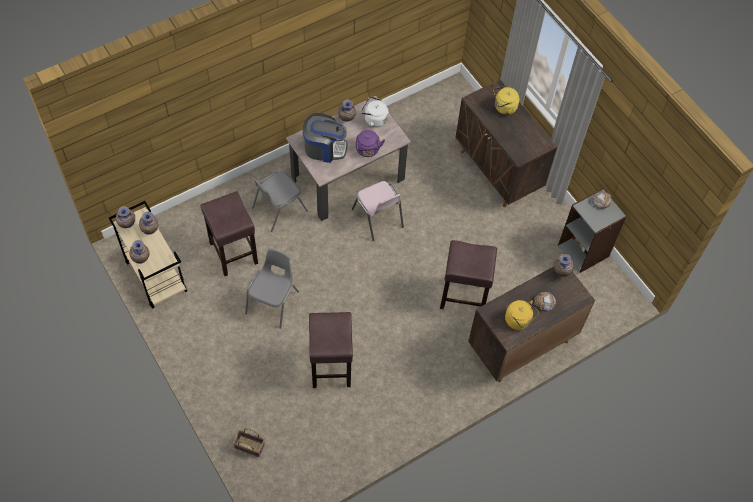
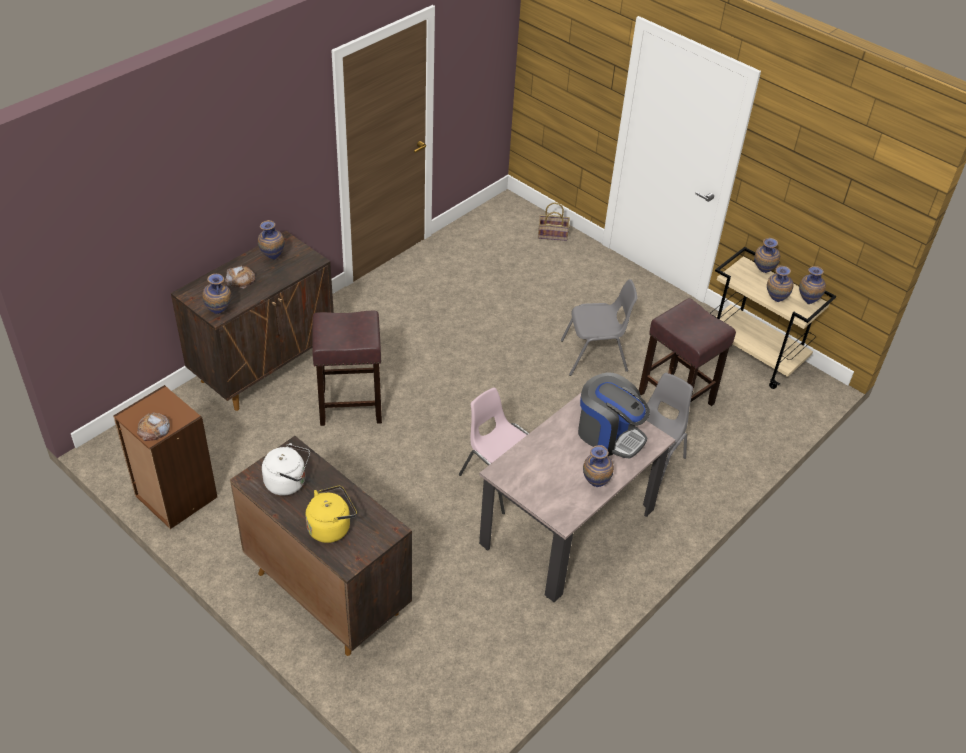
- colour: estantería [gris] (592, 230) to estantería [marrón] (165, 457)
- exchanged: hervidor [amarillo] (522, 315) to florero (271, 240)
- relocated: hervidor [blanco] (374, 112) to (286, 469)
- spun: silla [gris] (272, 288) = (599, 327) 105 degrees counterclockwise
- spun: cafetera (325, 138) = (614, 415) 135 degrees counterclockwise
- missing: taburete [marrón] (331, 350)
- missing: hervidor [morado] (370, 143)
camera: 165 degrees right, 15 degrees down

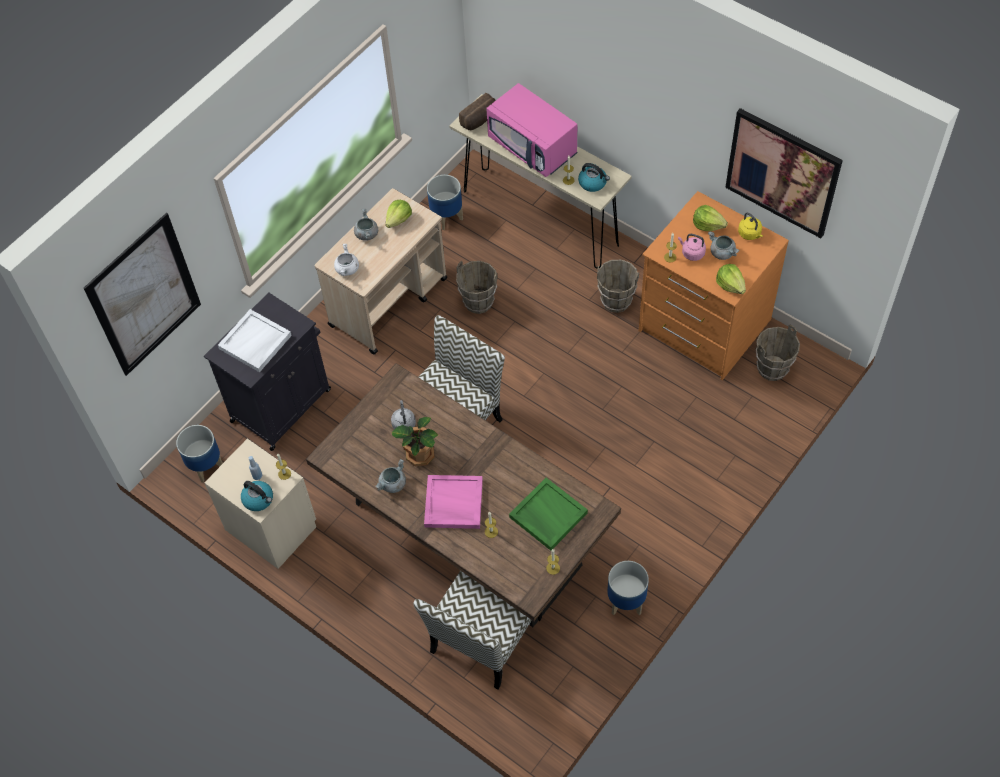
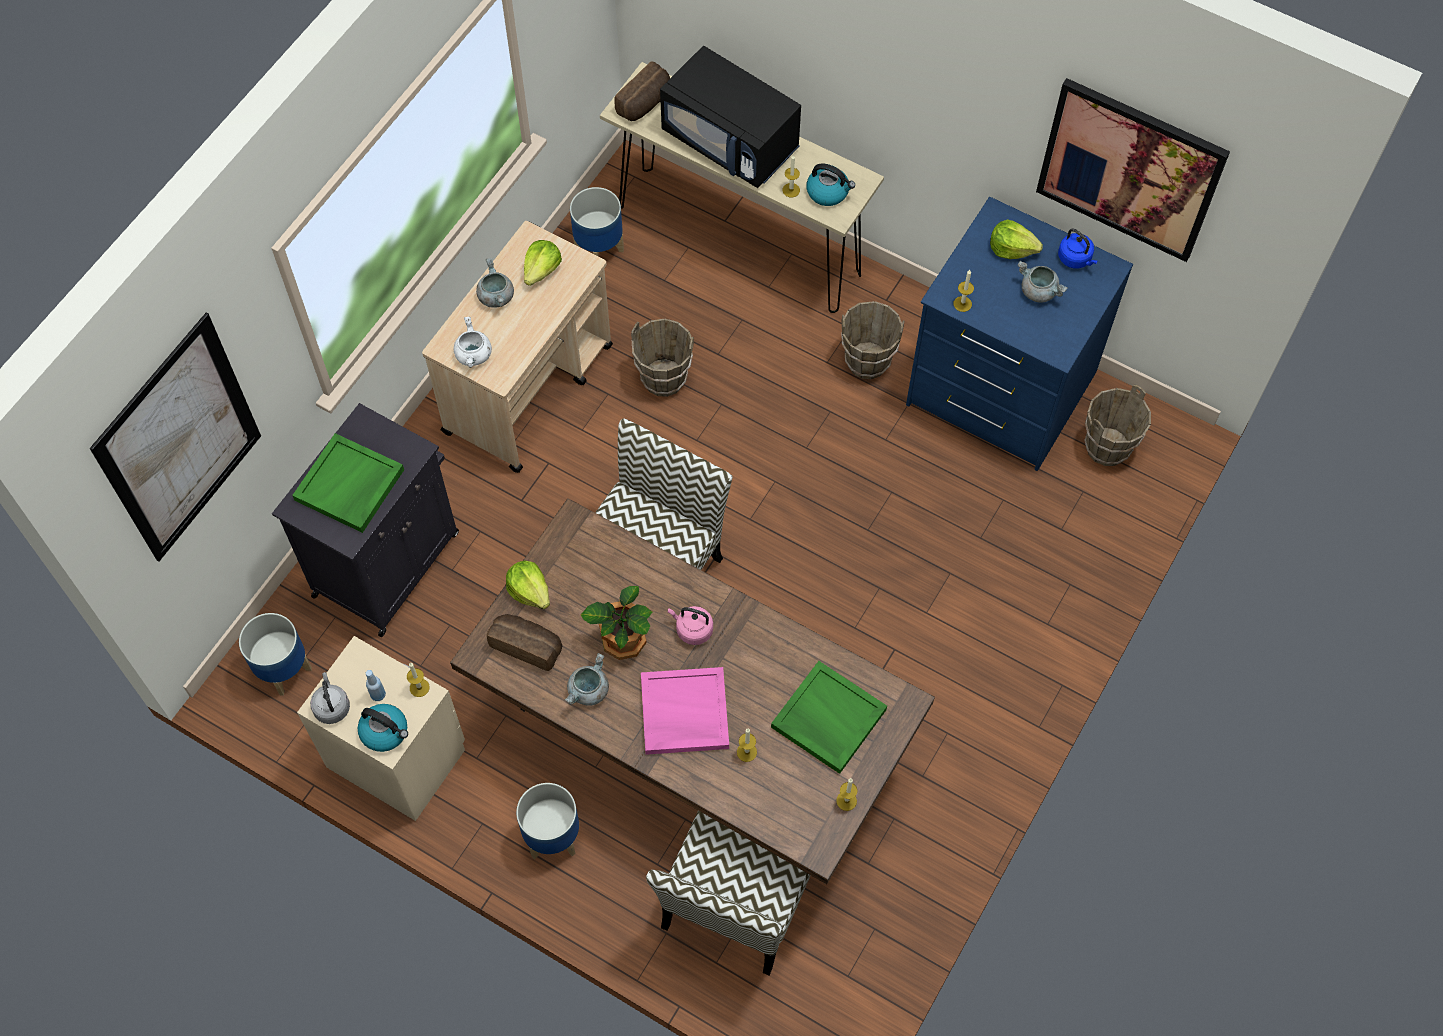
- colour: bandeja [blanco] (255, 340) to bandeja [verde] (348, 483)
- relocated: hervidor [gris] (403, 415) to (330, 698)
- appeared: pan (524, 642)
- relocated: lechuga (731, 279) to (528, 585)
- relocated: maceta (628, 588) to (547, 821)
- colour: microondas [rosa] (531, 130) to microondas [negro] (730, 117)
- relocated: hervidor [rosa] (692, 247) to (690, 625)
- colour: cómoda [naranja] (714, 285) to cómoda [azul] (1019, 334)
- colour: hervidor [amarillo] (750, 226) to hervidor [azul] (1078, 248)
camera: 10 degrees left, 5 degrees up

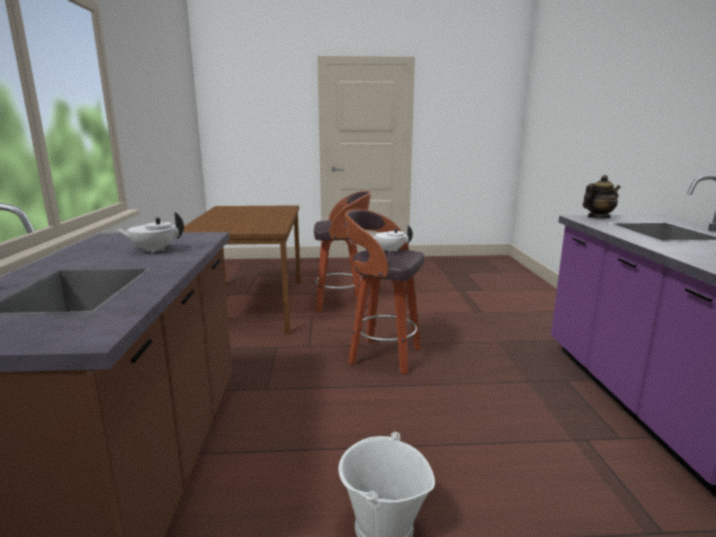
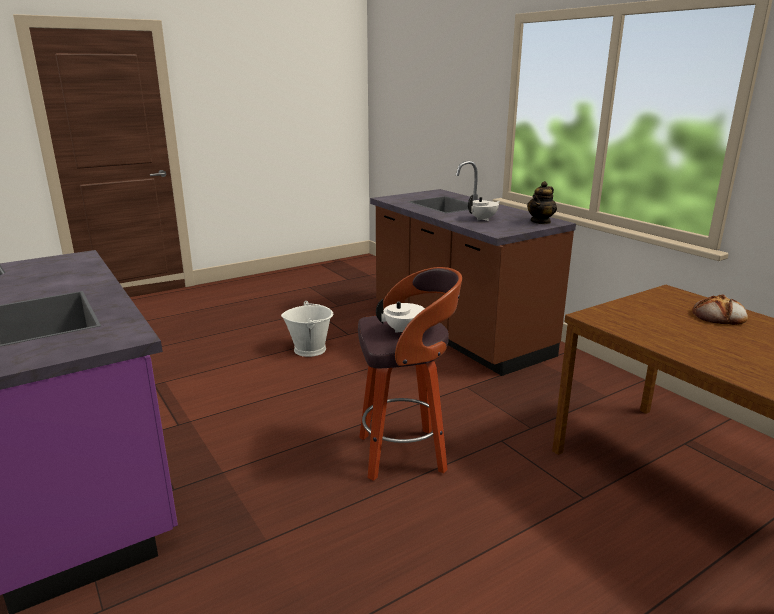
- relocated: tetera (602, 196) to (542, 202)
- appeared: pan (720, 309)
- missing: taburete (342, 251)
camera: 150 degrees right, 5 degrees up

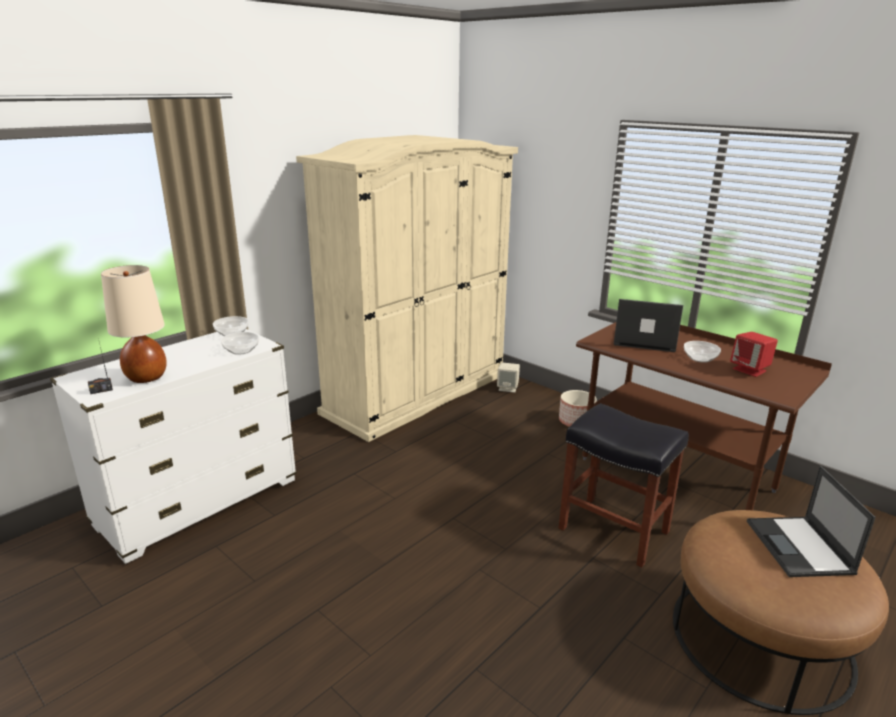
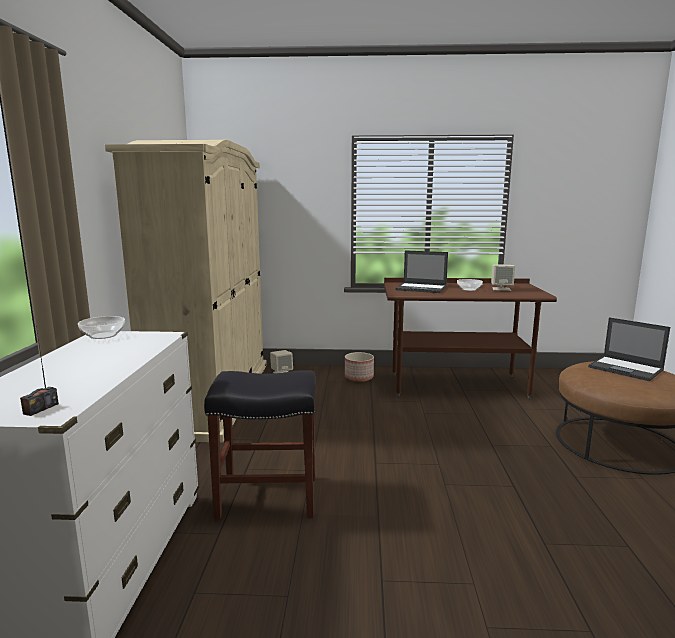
- relocated: taburete [negro] (624, 485) to (260, 445)
- spun: portátil (648, 325) = (421, 271) 135 degrees counterclockwise
- colour: altavoz [rojo] (754, 354) to altavoz [beis] (503, 277)
- missing: lámpara de mesa [beis] (134, 324)
- missing: cuenco (240, 343)
camera: 40 degrees left, 10 degrees down

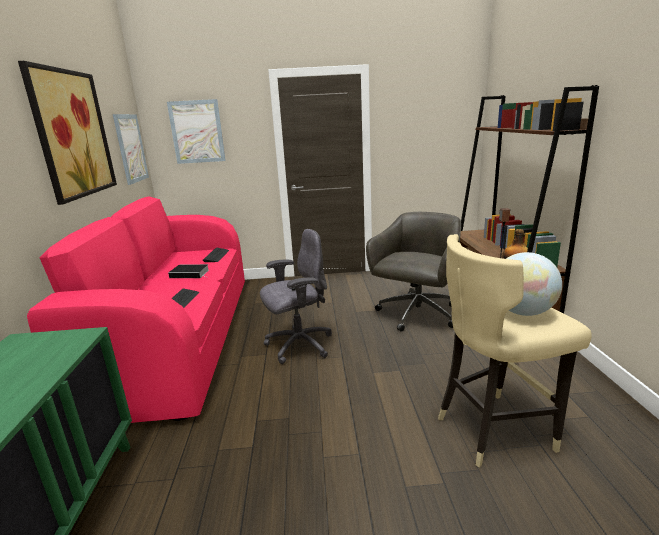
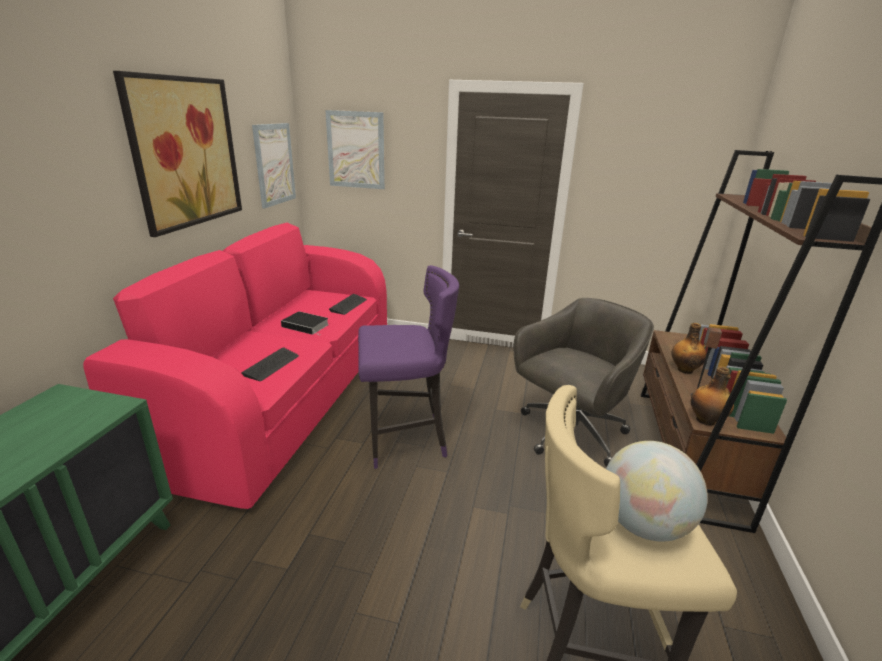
- exchanged: silla de oficina [gris] (296, 296) to taburete [morado] (408, 367)
- appeared: botella (688, 348)
camera: 15 degrees right, 5 degrees up

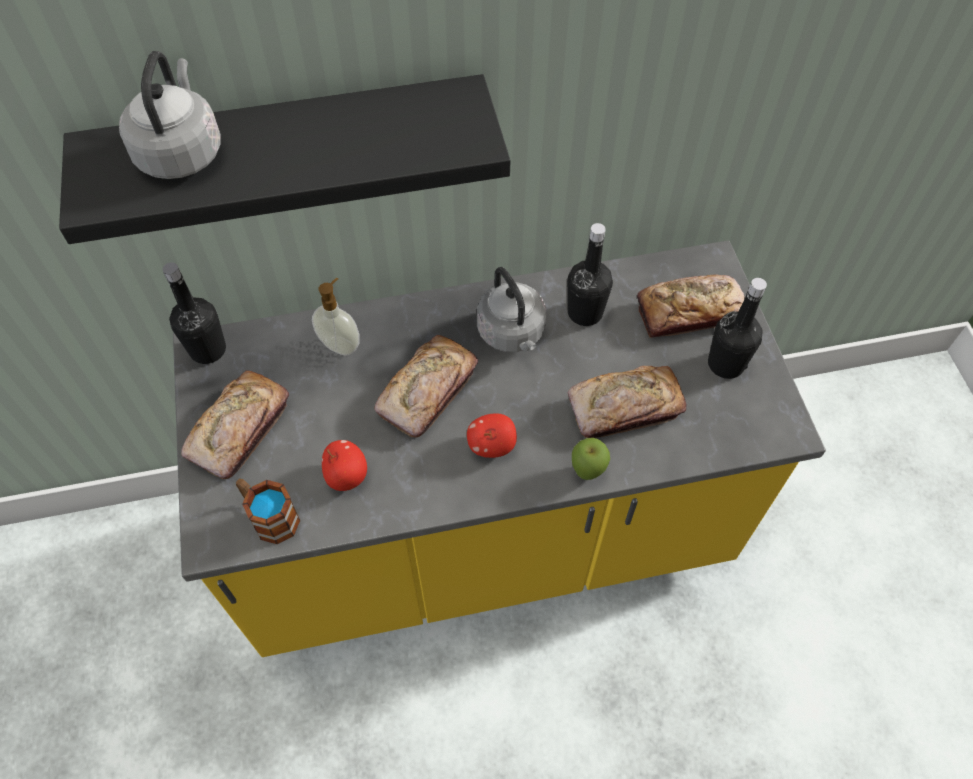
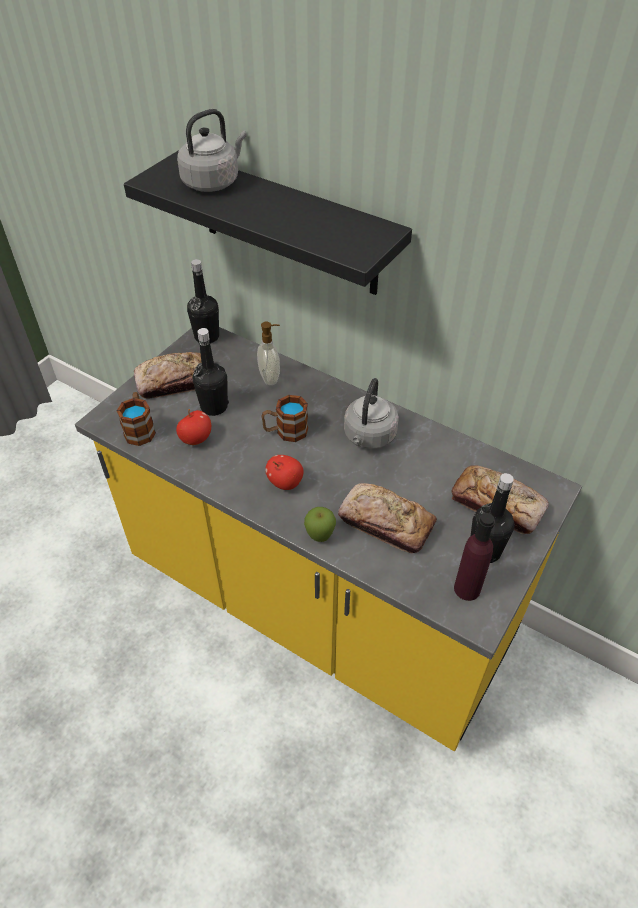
- relocated: botella [negro] (590, 274) to (210, 372)
- exchanged: pan (426, 386) to taza grande (284, 418)
- appeared: botella [morado] (474, 557)
camera: 45 degrees right, 10 degrees down

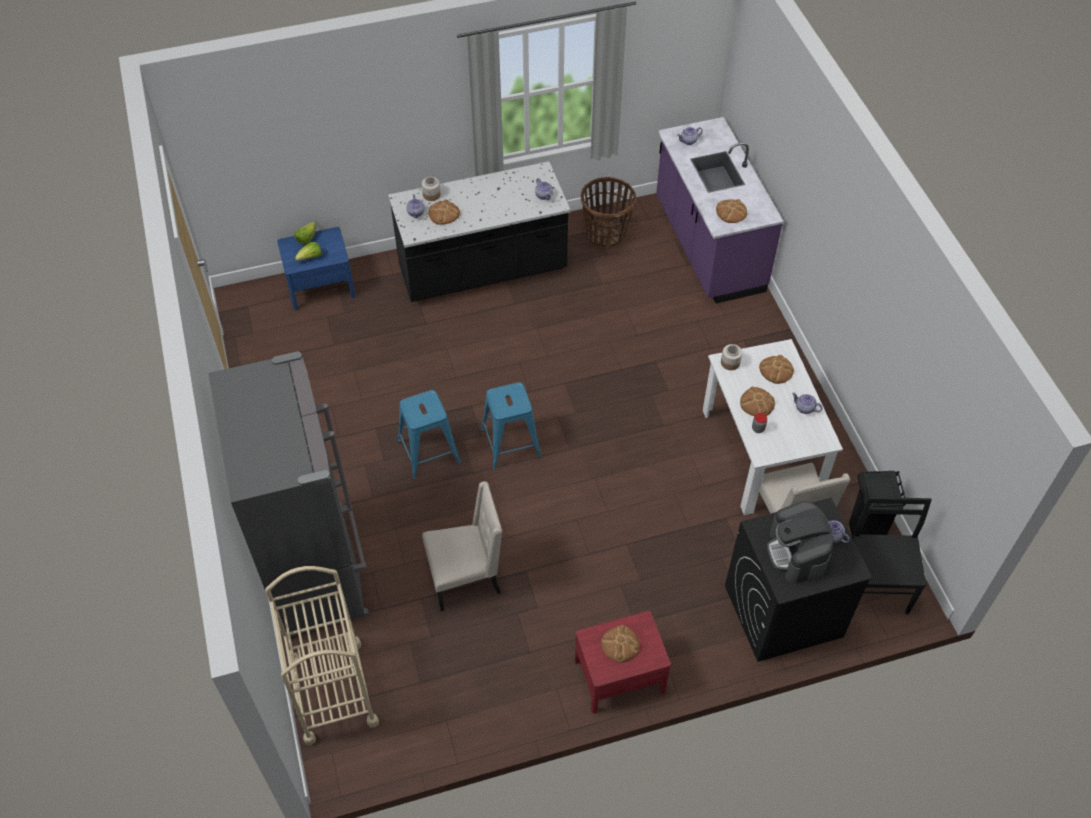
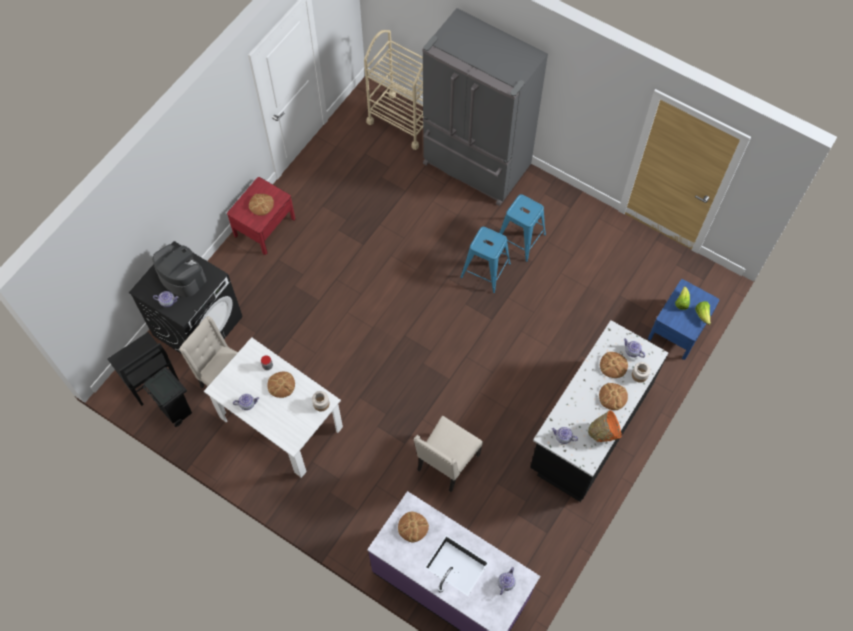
- relocated: silla [beis] (462, 546) to (448, 454)
- relocated: taburete [azul] (511, 425) to (522, 228)
- appeared: cuenco [naranja] (605, 426)
- relocated: pan (776, 369) to (613, 396)
- missing: cesta (608, 212)
camera: 140 degrees right, 10 degrees up

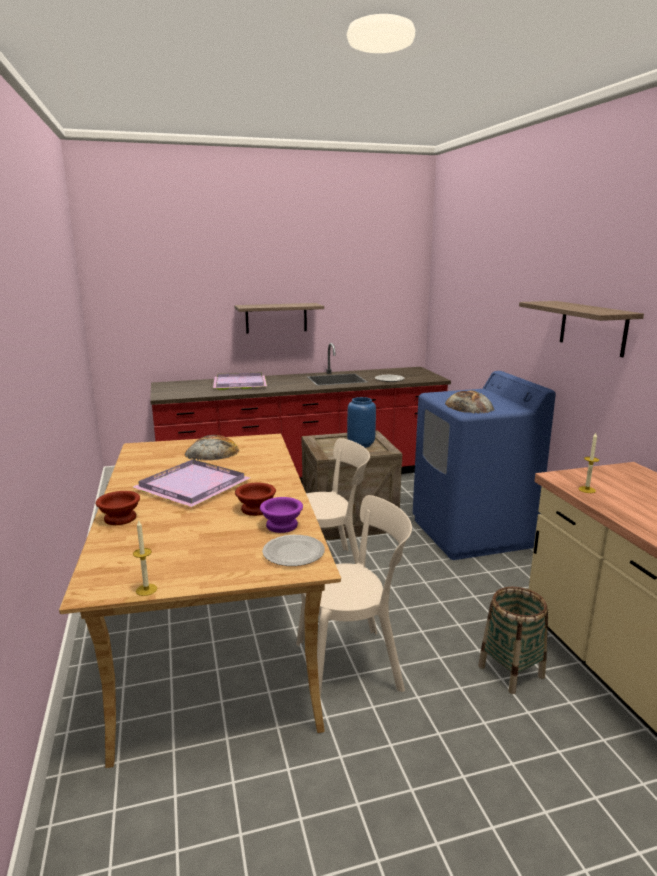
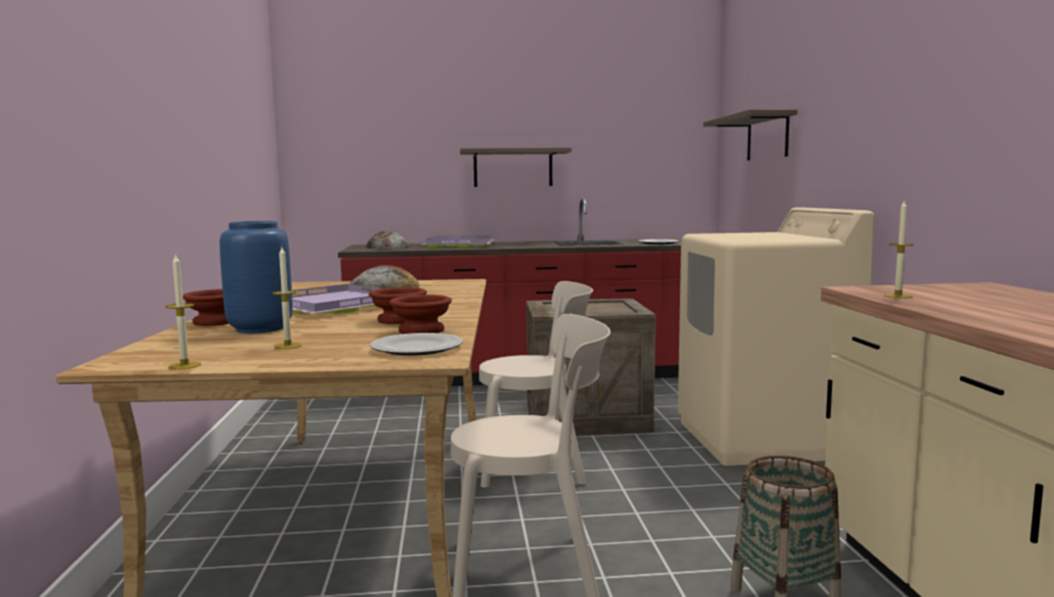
- relocated: florero [azul] (361, 422) to (256, 277)
- appeared: vela (287, 298)
- relocated: pan (469, 402) to (387, 240)
- colour: cuenco [morado] (281, 515) to cuenco [marrón] (420, 314)
- colour: lavadora [azul] (484, 465) to lavadora [beis] (776, 336)
- relocated: estante (581, 329) to (750, 135)
camera: 10 degrees right, 10 degrees down

